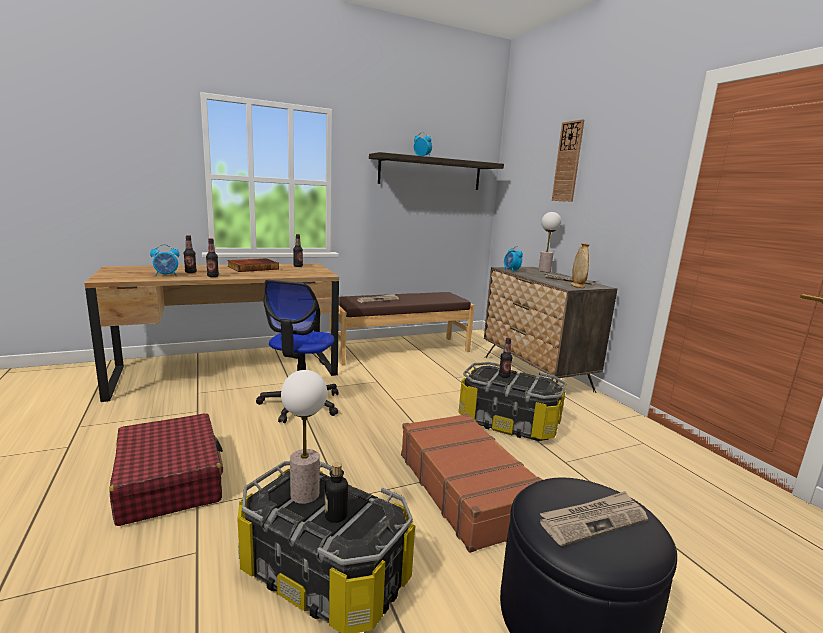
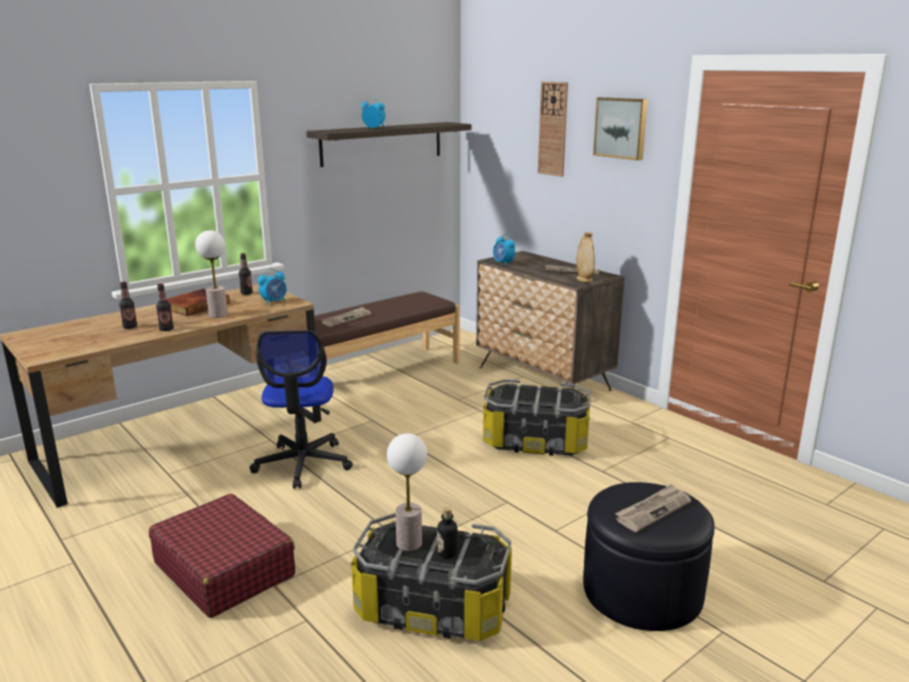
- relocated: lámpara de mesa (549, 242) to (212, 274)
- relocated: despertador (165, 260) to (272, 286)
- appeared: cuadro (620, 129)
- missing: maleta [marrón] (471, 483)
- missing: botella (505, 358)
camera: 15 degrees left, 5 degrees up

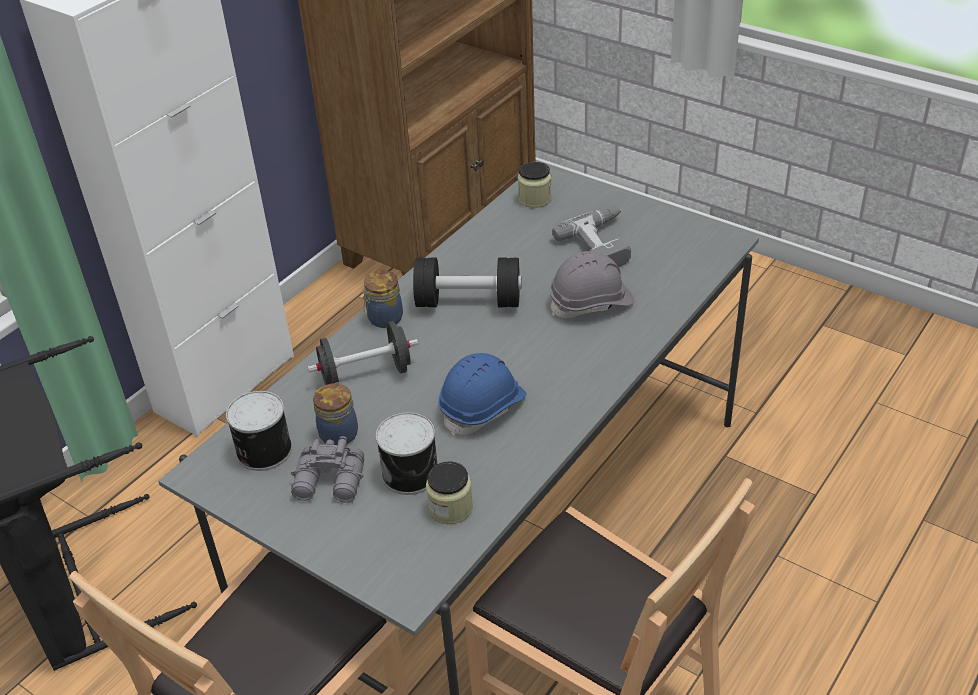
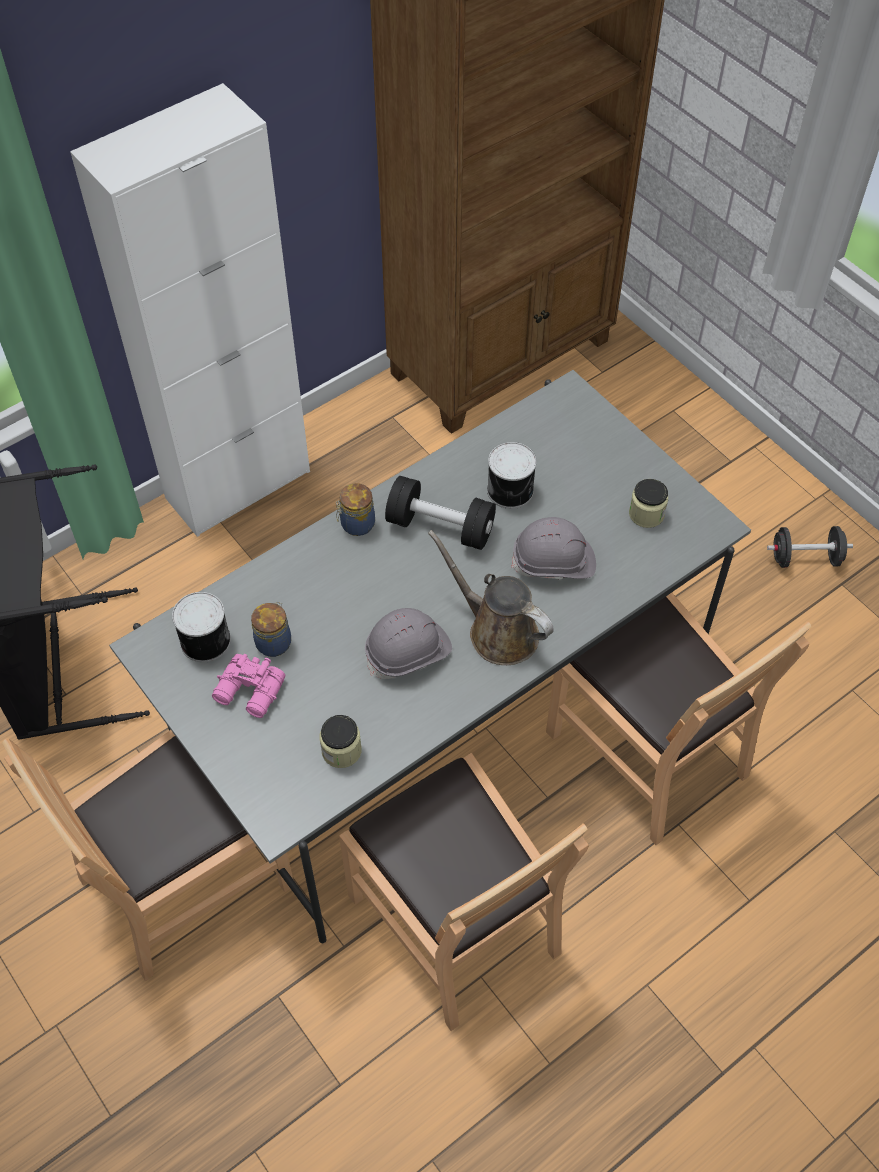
- colour: prismáticos [gris] (327, 469) to prismáticos [rosa] (249, 686)
- colour: casco [azul] (482, 394) to casco [gris] (408, 643)
- appeared: regadera [marrón] (491, 597)
- relocated: lata (406, 453) to (511, 475)
- appeared: silla [marrón] (679, 719)
- relocated: tarro (535, 185) to (648, 503)
- relocated: mancuerna [negro] (363, 353) to (810, 547)
- missing: taladro (591, 237)
camera: 15 degrees right, 15 degrees up

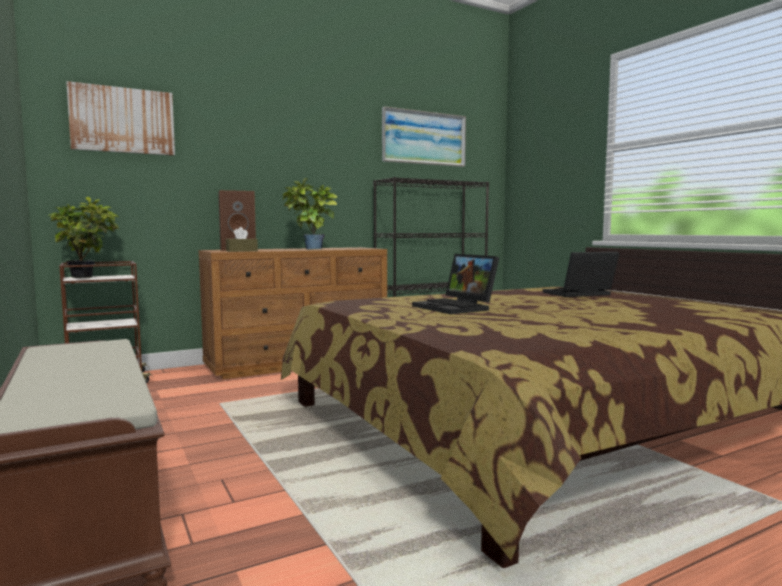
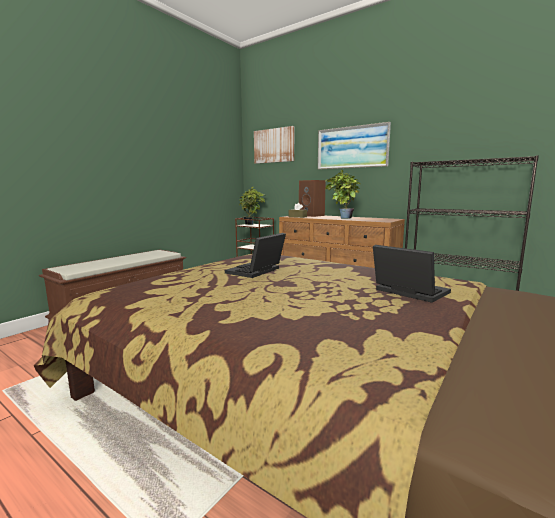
- relocated: cuadro (424, 136) to (354, 145)
camera: 65 degrees right, 5 degrees up

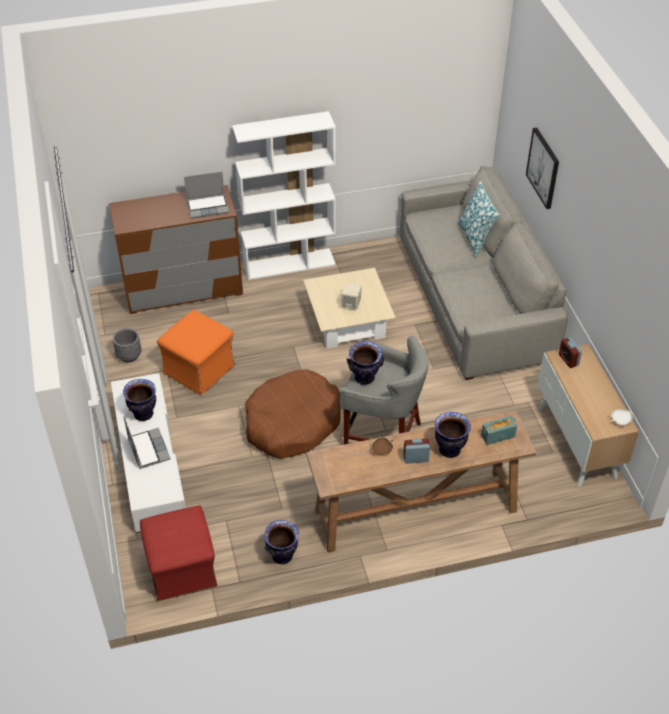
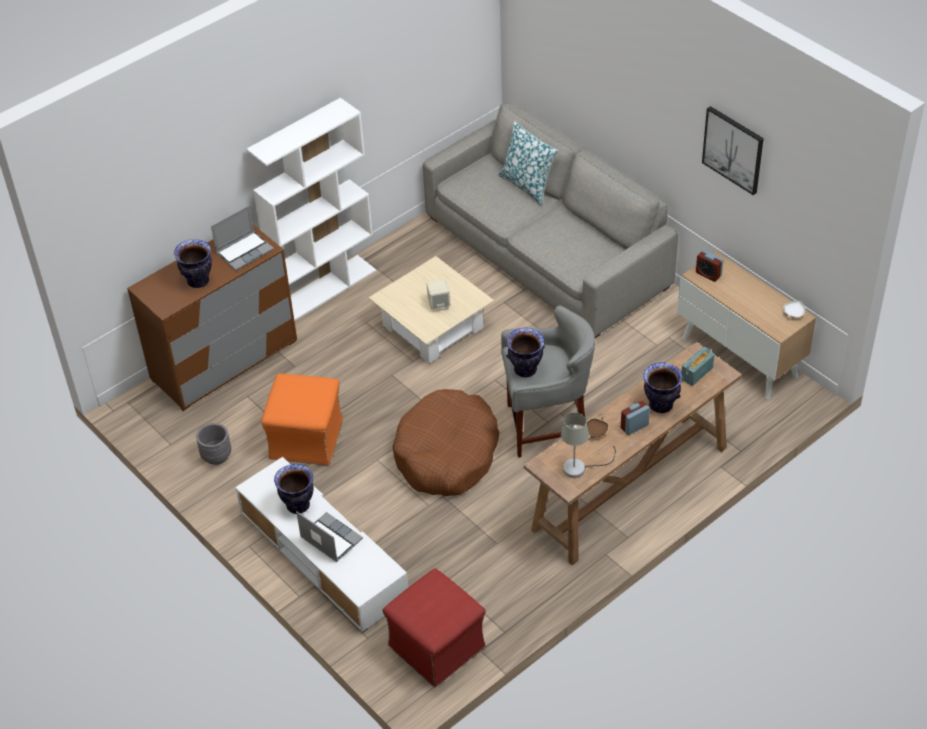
- relocated: florero (281, 542) to (193, 263)
- appeared: lámpara de mesa [gris] (588, 445)
- relocated: cuadro (542, 168) to (733, 150)
camera: 25 degrees left, 0 degrees up

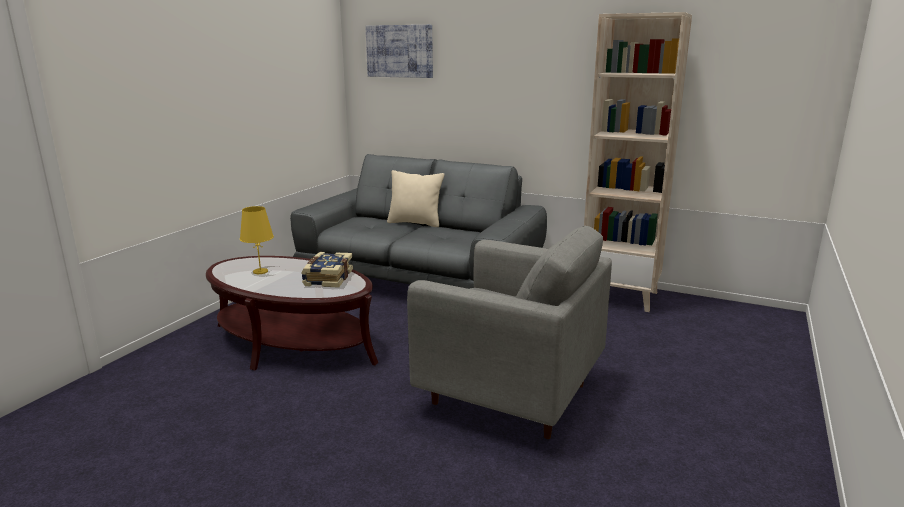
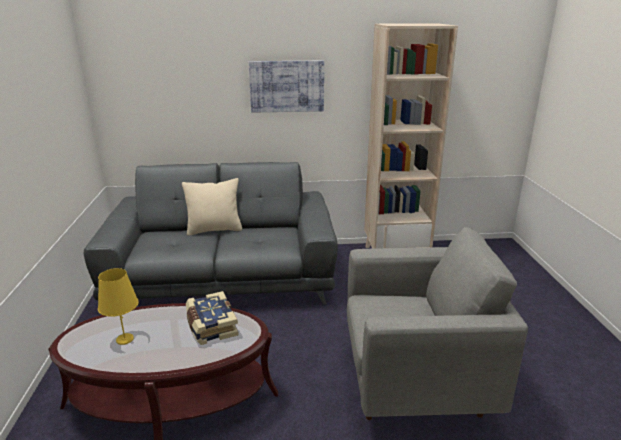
- relocated: cuadro (399, 51) to (286, 86)
camera: 30 degrees left, 5 degrees up

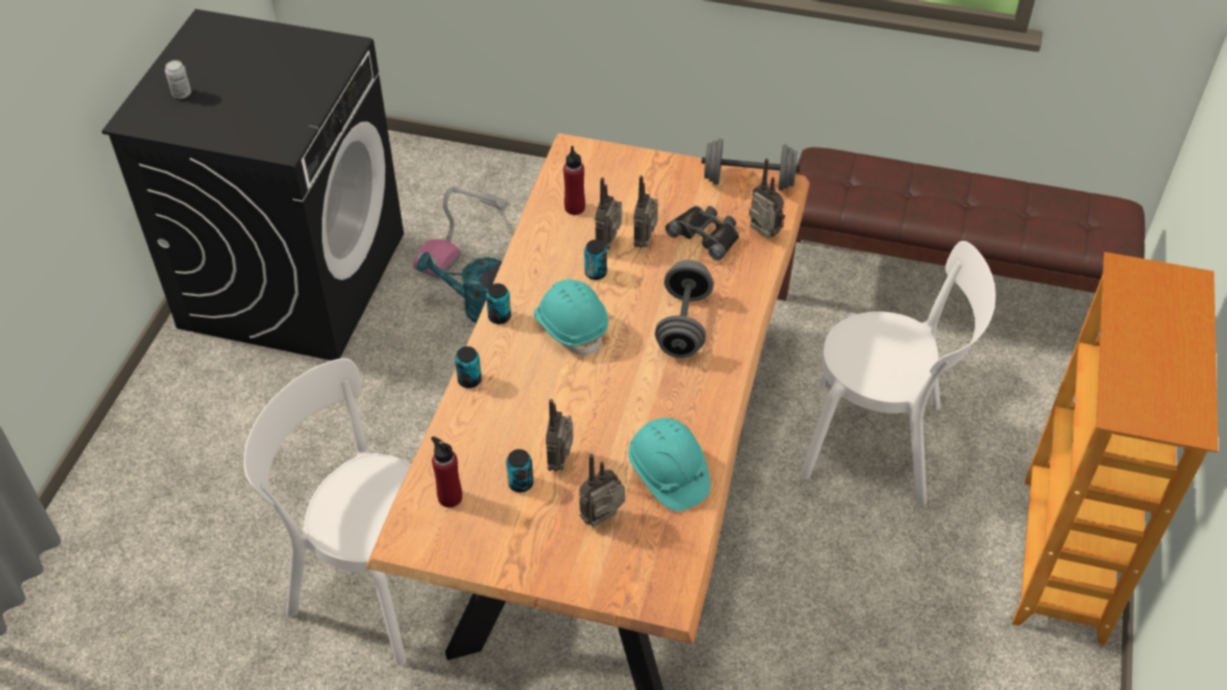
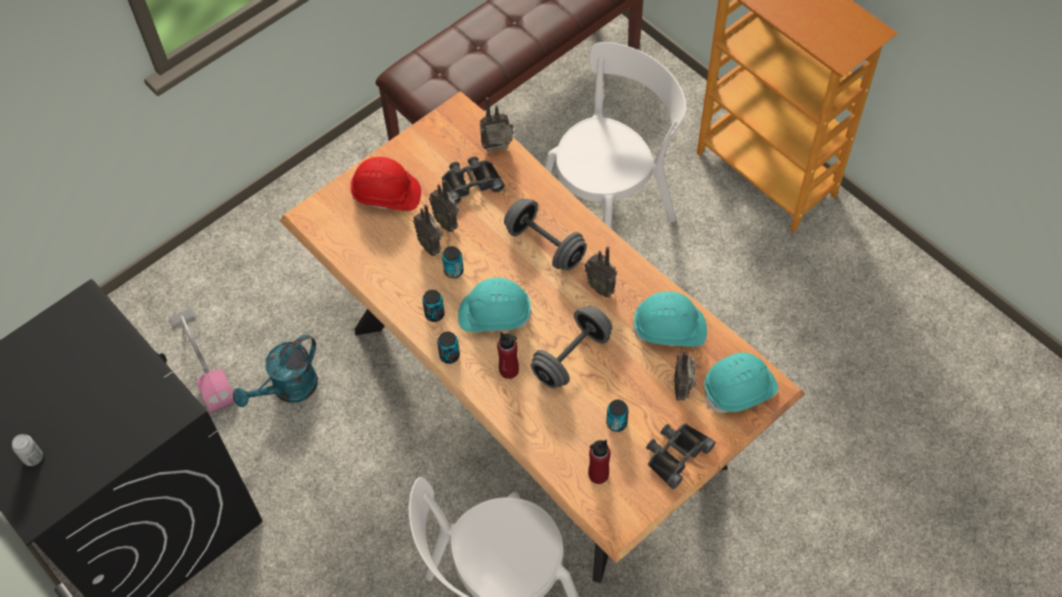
- appeared: casco [rojo] (385, 184)
- relocated: lata (468, 367) to (433, 306)
- relocated: botella [rojo] (574, 180) to (508, 355)
- relocated: mancuerna [gris] (750, 165) to (571, 347)
- relocated: radio (559, 435) to (601, 272)
- appeared: prismáticos [negro] (681, 456)
- appeared: casco [turquesa] (741, 383)
camera: 55 degrees left, 10 degrees up

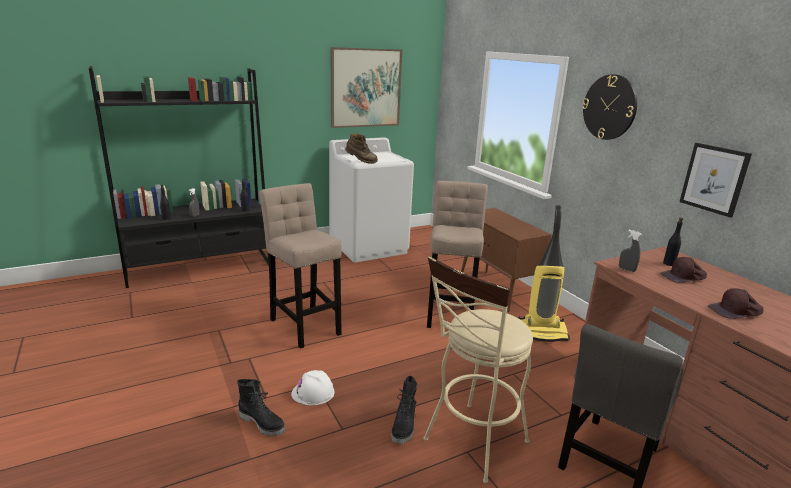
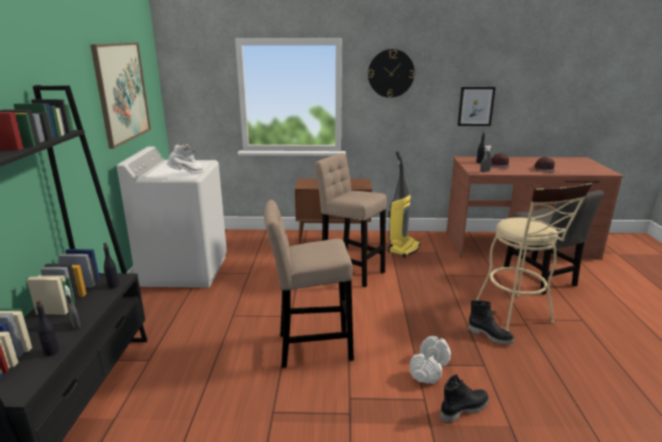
- colour: bota [marrón] (361, 148) to bota [blanco] (185, 159)
- exchanged: casco [blanco] (313, 387) to mancuerna [blanco] (430, 360)
camera: 60 degrees left, 0 degrees up

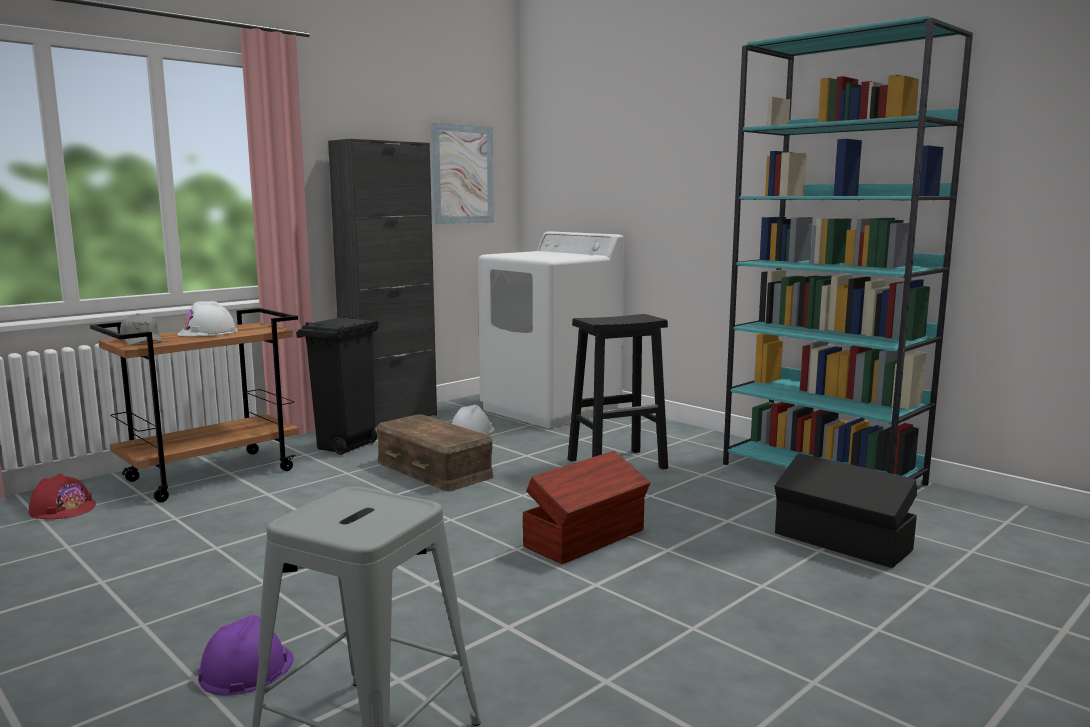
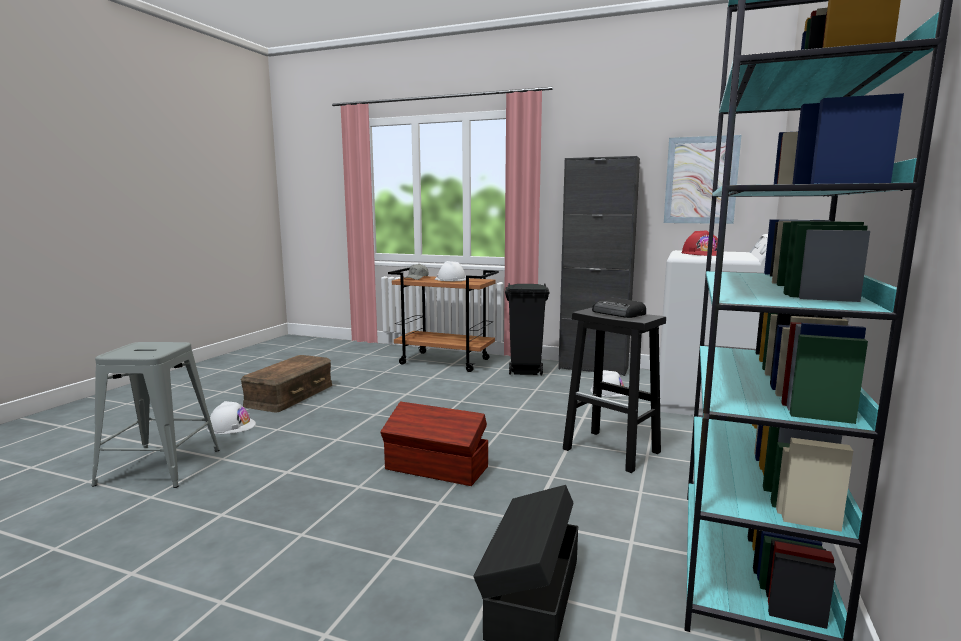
- colour: casco [morado] (246, 655) to casco [blanco] (231, 417)
- relocated: caja de almacenaje [marrón] (434, 453) to (286, 383)
- appeared: radio (619, 308)
- relocated: casco [rojo] (62, 496) to (699, 243)
camera: 65 degrees right, 0 degrees up

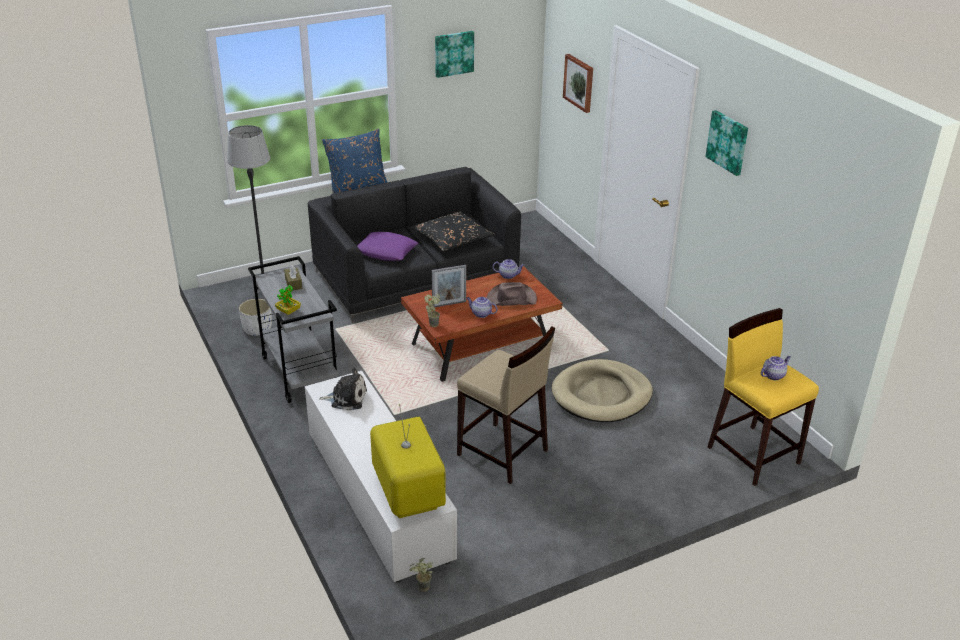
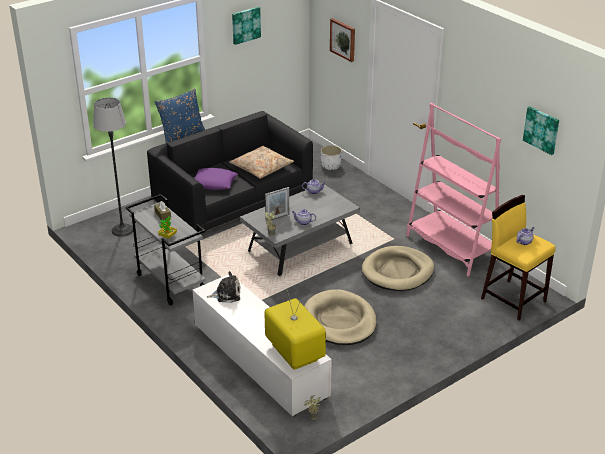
- colour: cojín [negro] (453, 231) to cojín [beis] (261, 162)
- colour: mesa de centro [marrón] (481, 324) to mesa de centro [gris] (300, 229)
- exchanged: taburete [beis] (506, 405) to cama para perro [beis] (340, 317)
- relocated: maceta [blanco] (255, 317) to (331, 157)
- appeared: estantería [rosa] (453, 189)
- relocated: cuadro (726, 143) to (541, 130)
- missing: sombrero [marrón] (512, 294)
camera: 10 degrees left, 0 degrees up

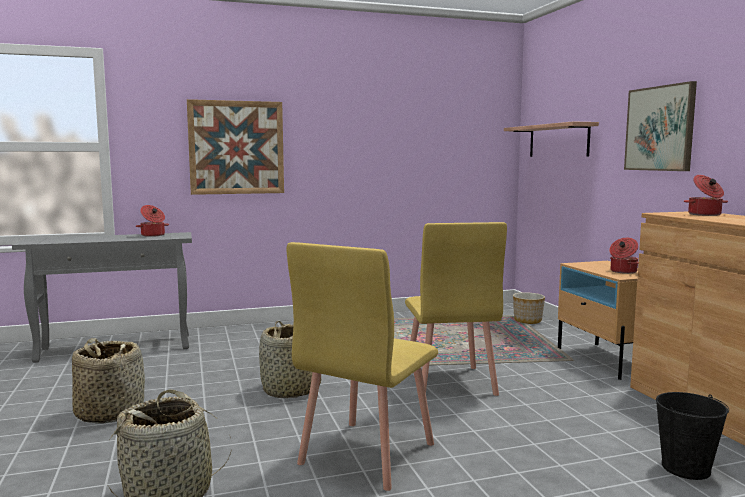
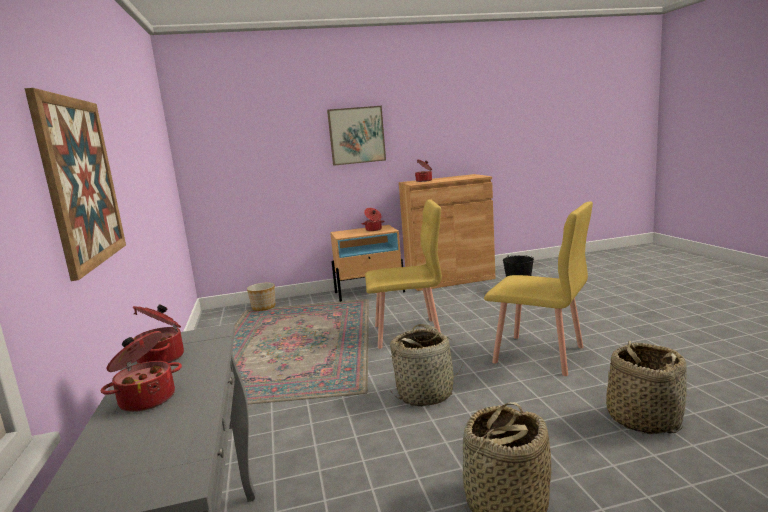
- appeared: olla (141, 371)
- missing: estante (551, 139)
camera: 85 degrees left, 5 degrees up

